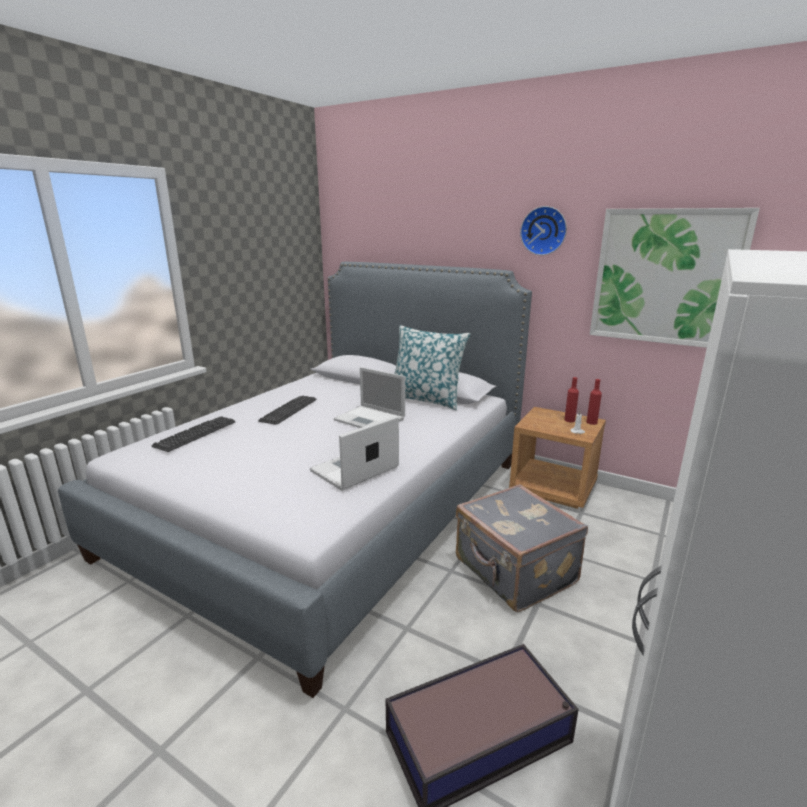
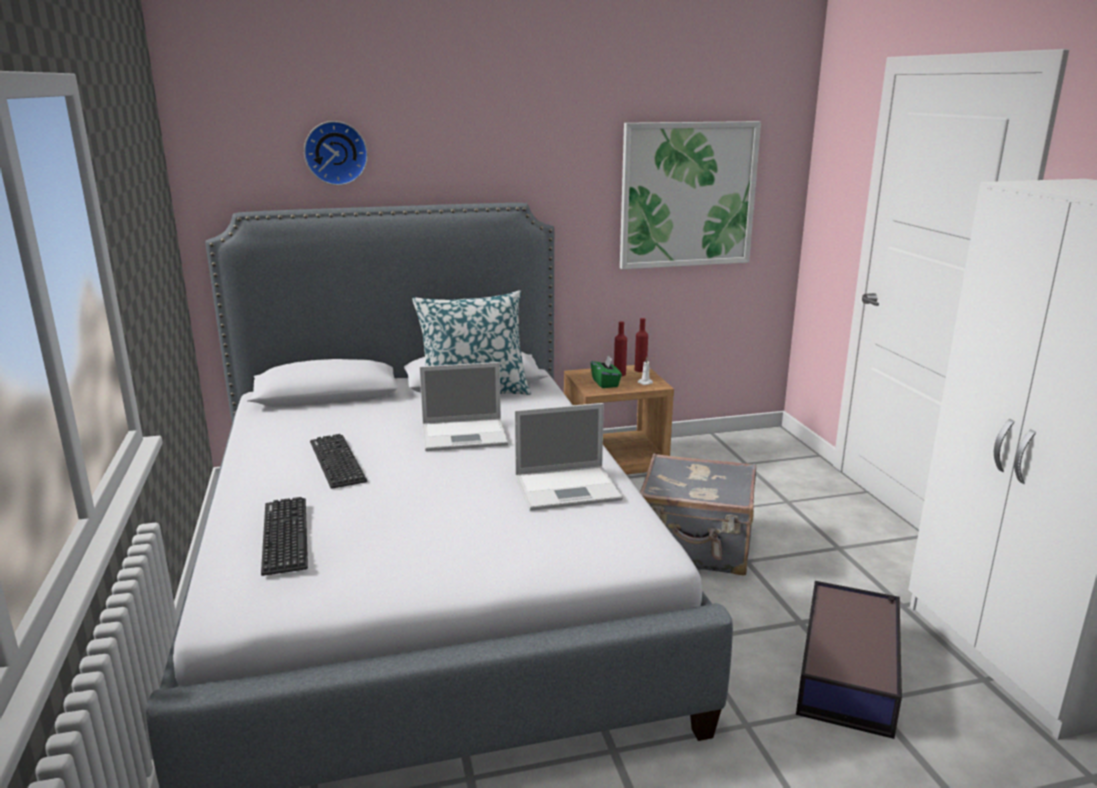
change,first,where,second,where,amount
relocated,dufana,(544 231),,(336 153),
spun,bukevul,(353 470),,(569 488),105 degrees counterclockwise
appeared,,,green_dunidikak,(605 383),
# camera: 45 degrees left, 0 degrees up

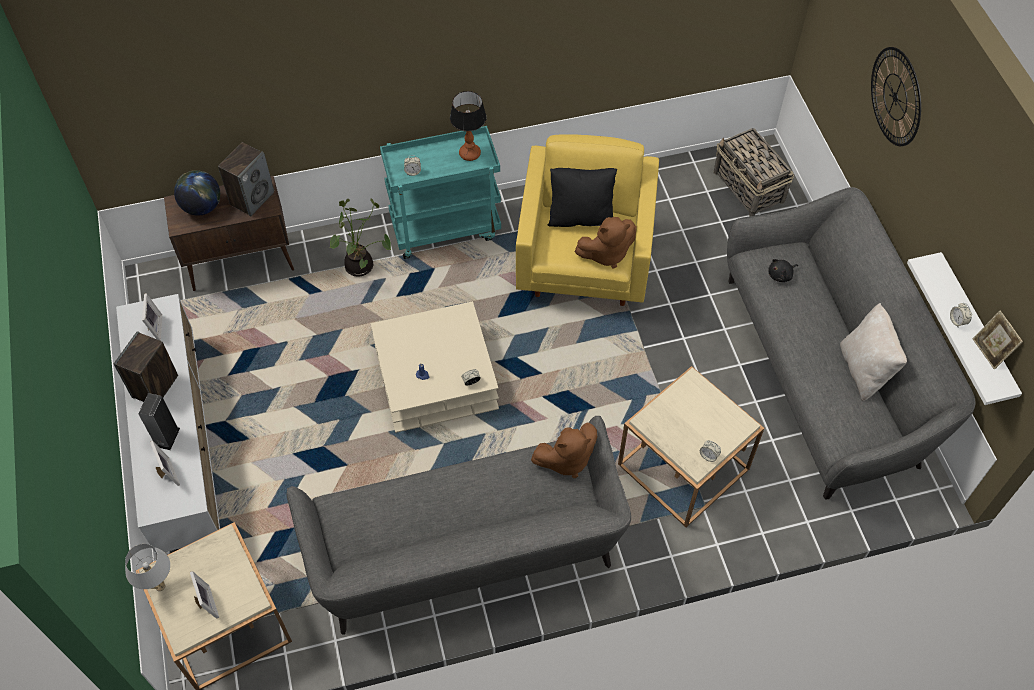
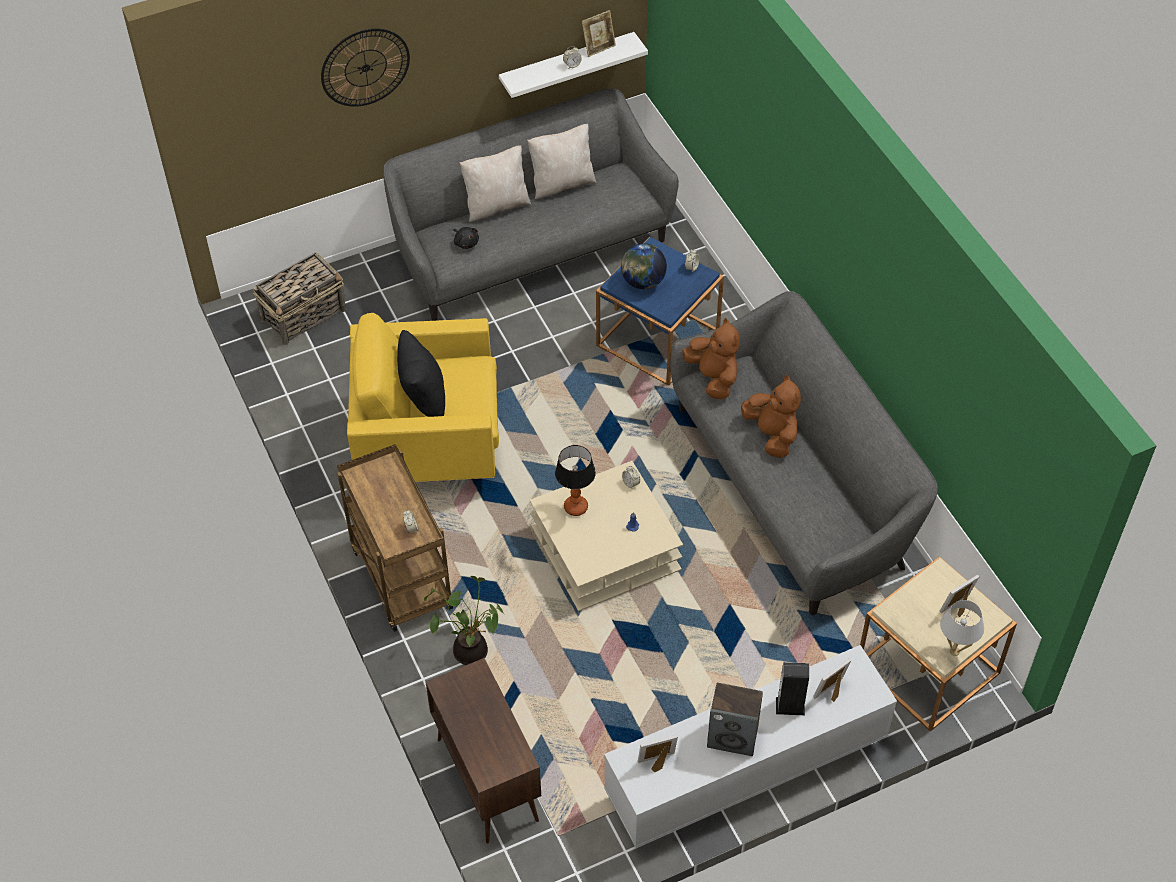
change,first,where,second,where,amount
colour,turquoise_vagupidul,(446 228),brown_vagupidul,(399 577),
appeared,,,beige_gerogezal,(496 205),
relocated,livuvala,(469 154),,(576 507),
colour,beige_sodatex,(683 467),blue_sodatex,(658 338),
relocated,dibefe,(202 207),,(643 282),
relocated,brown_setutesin,(606 253),,(772 434),
missing,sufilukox,(252 198),,,
# camera: 100 degrees left, 5 degrees down

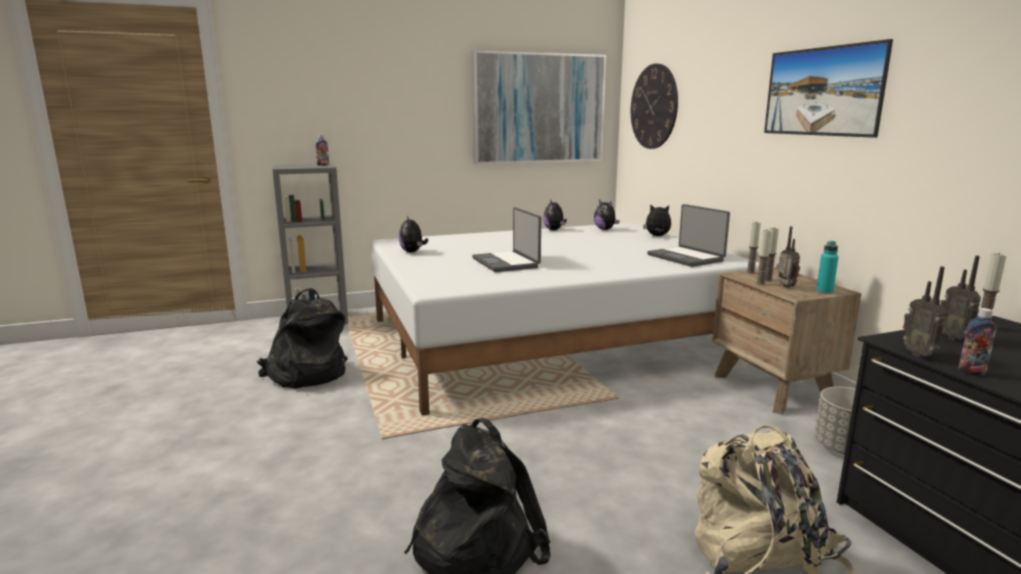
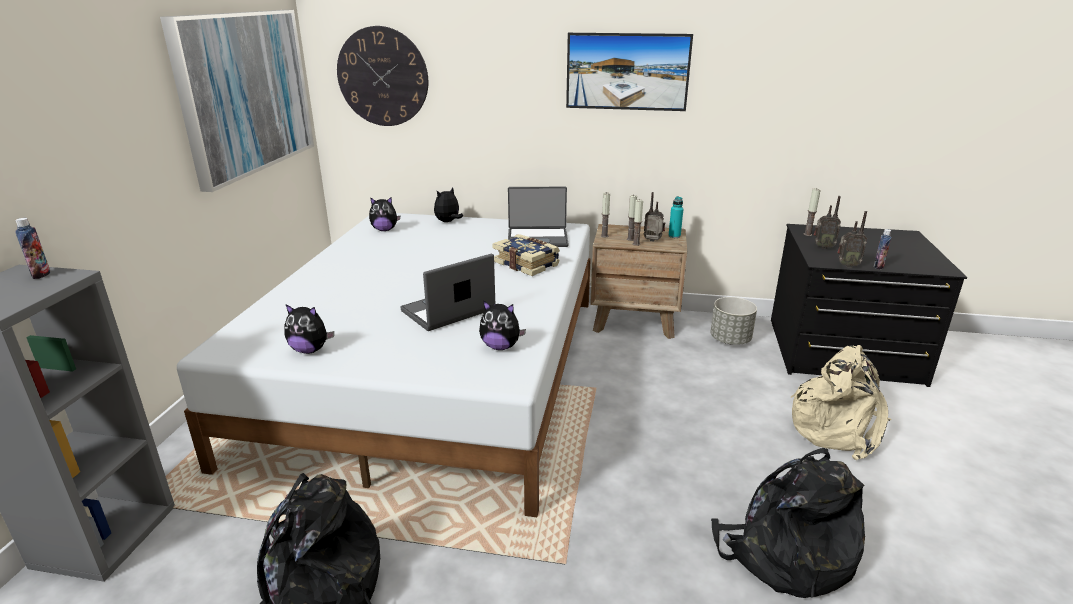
change,first,where,second,where,amount
spun,bukevul,(506 263),,(449 311),135 degrees clockwise
relocated,setutesin,(554 230),,(501 346),
appeared,,,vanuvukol,(527 264),
# camera: 60 degrees left, 10 degrees up

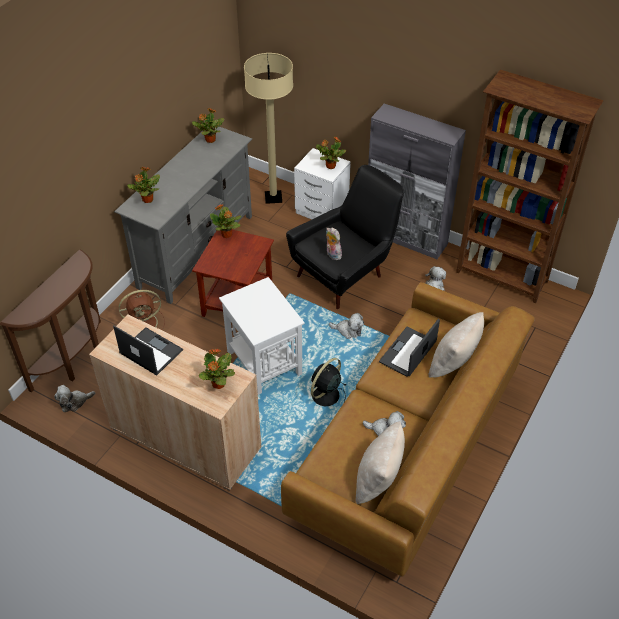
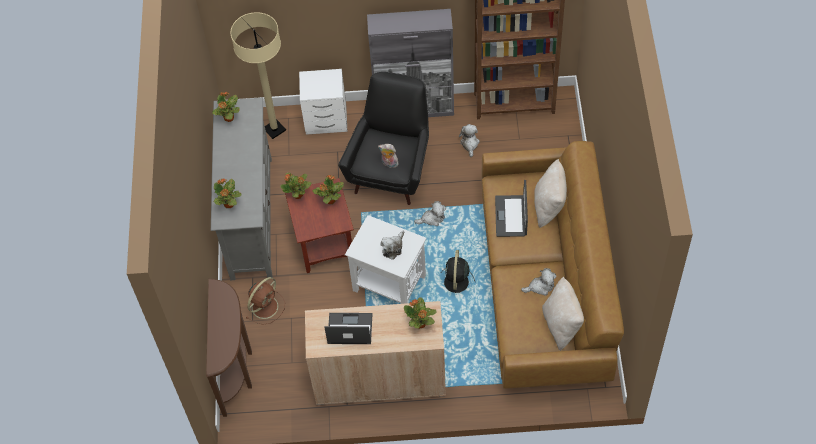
change,first,where,second,where,amount
relocated,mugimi,(330 166),,(330 200),
relocated,setutesin,(74 402),,(393 247),
# camera: 30 degrees left, 10 degrees up

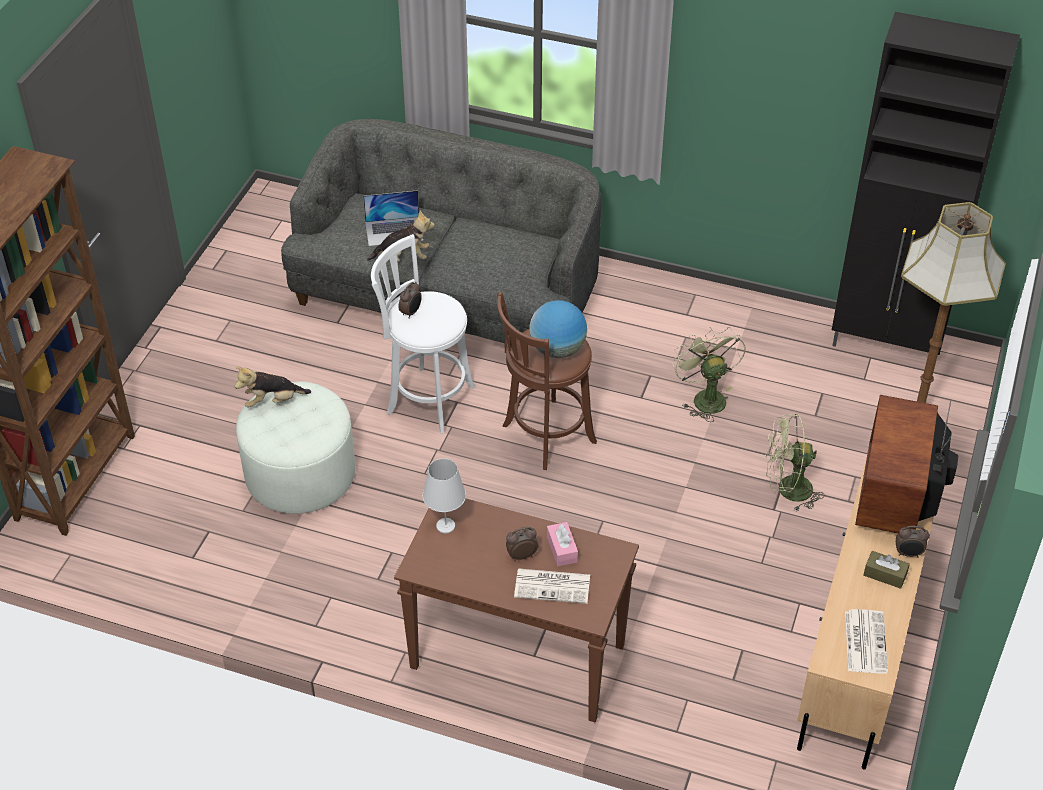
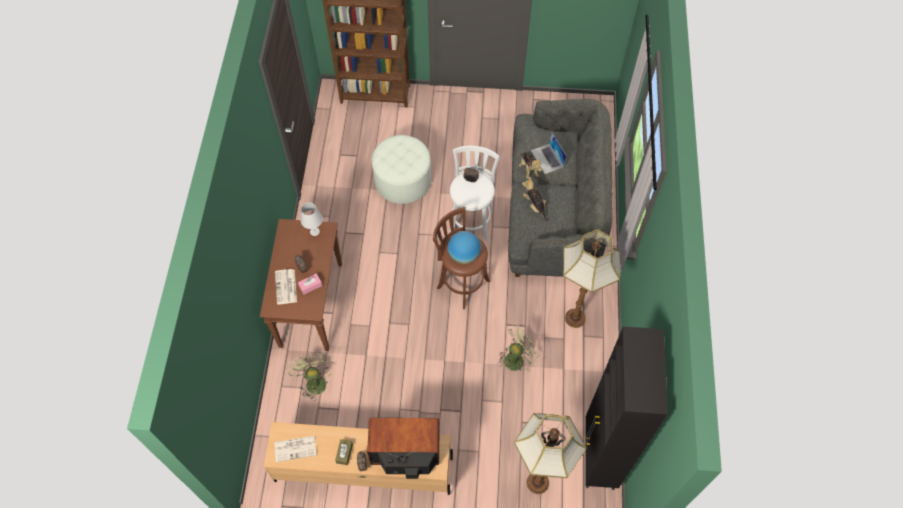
change,first,where,second,where,amount
relocated,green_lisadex,(787 490),,(314 381),
relocated,setutesin,(272 401),,(535 205),
appeared,,,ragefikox,(576 318),
# camera: 75 degrees right, 15 degrees up

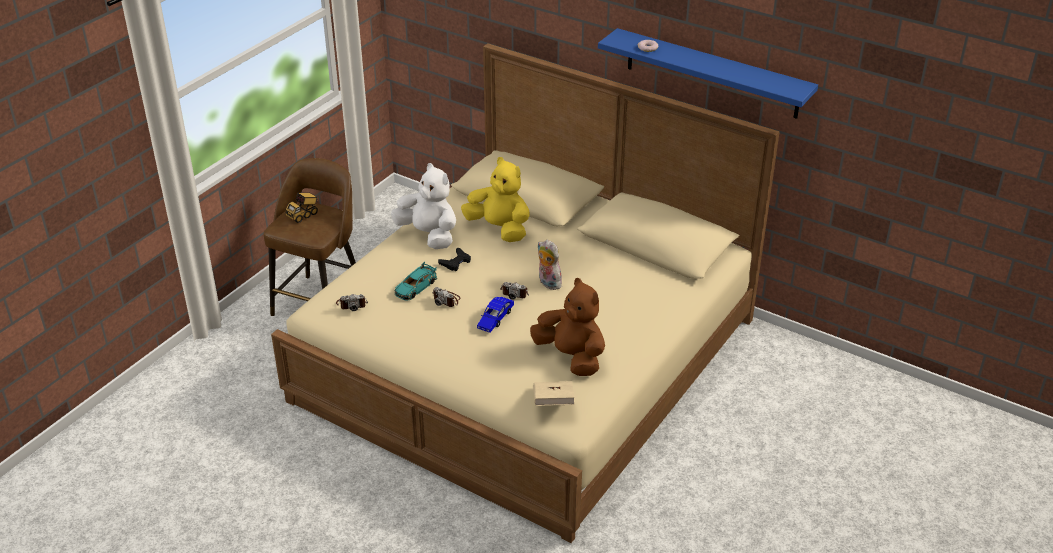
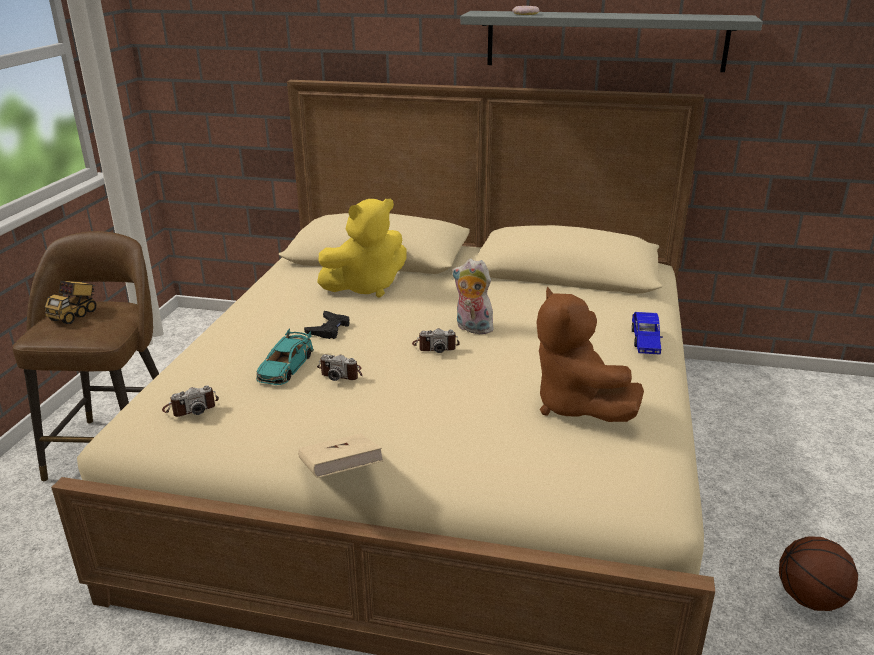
change,first,where,second,where,amount
relocated,beige_vanuvukol,(553 403),,(340 473),
spun,yellow_setutesin,(499 229),,(366 287),135 degrees clockwise
colour,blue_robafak,(712 73),grey_robafak,(605 41),
spun,brown_setutesin,(571 357),,(576 406),135 degrees counterclockwise
relocated,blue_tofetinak,(495 319),,(645 341),
appeared,,,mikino,(810 598),
missing,white_setutesin,(429 235),,,
# camera: 20 degrees left, 10 degrees down

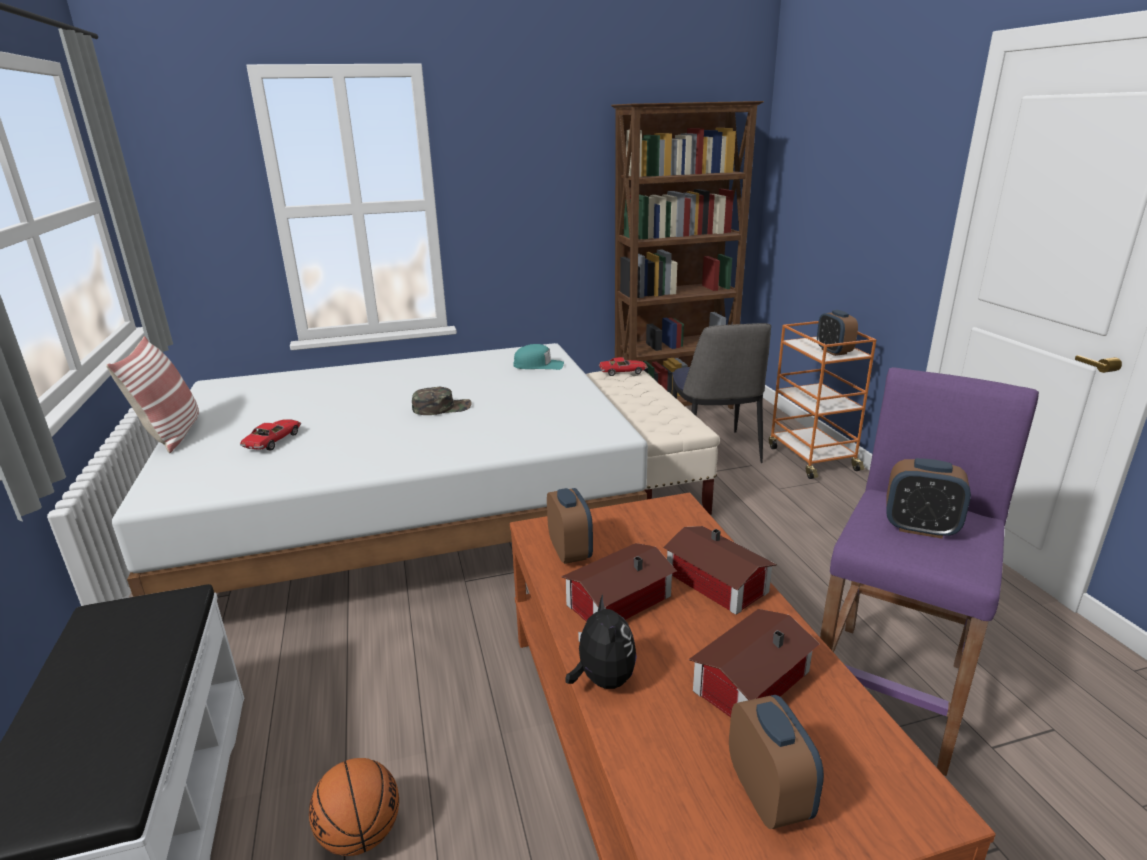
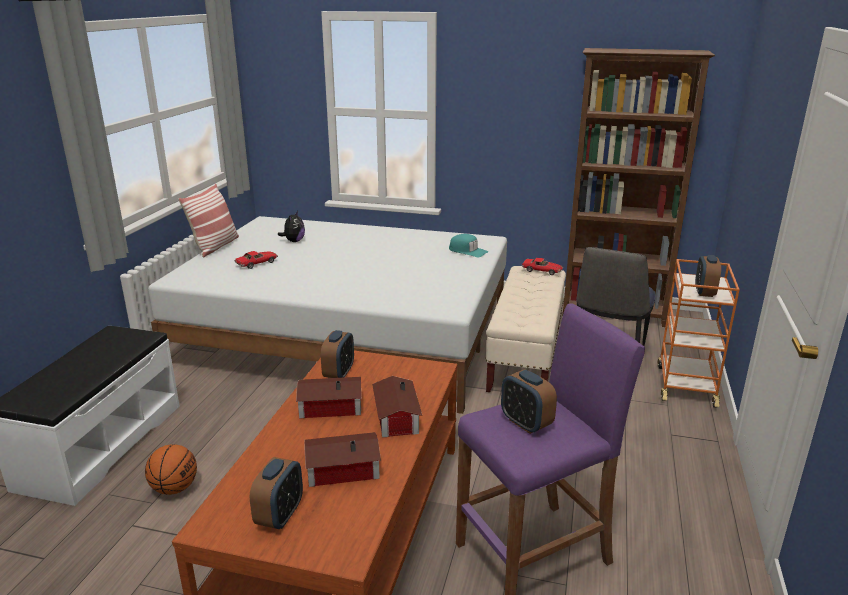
change,first,where,second,where,amount
relocated,setutesin,(602 679),,(294 241),
missing,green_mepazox,(442 407),,,
# camera: 30 degrees right, 0 degrees up

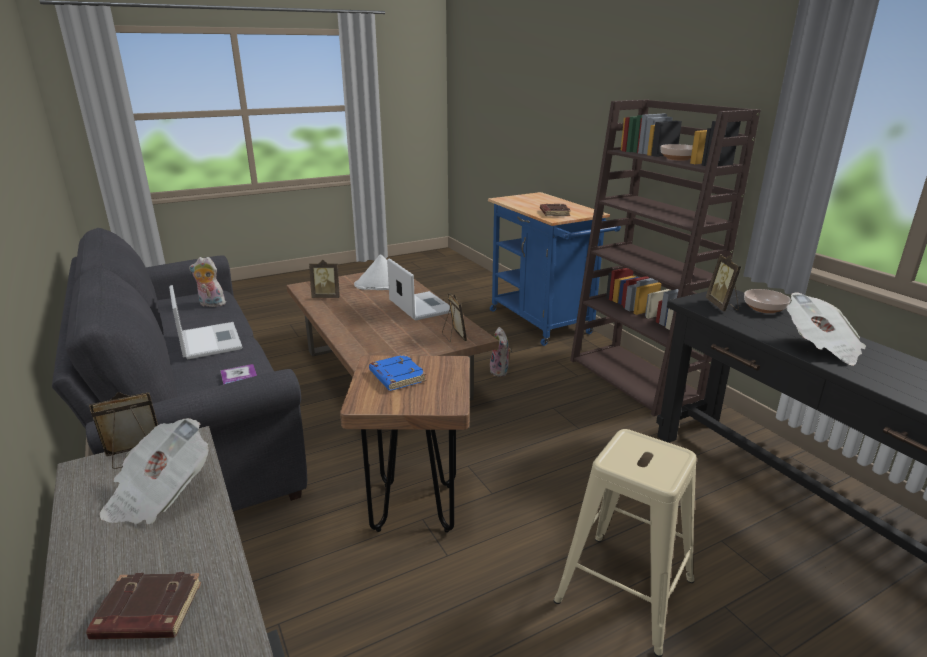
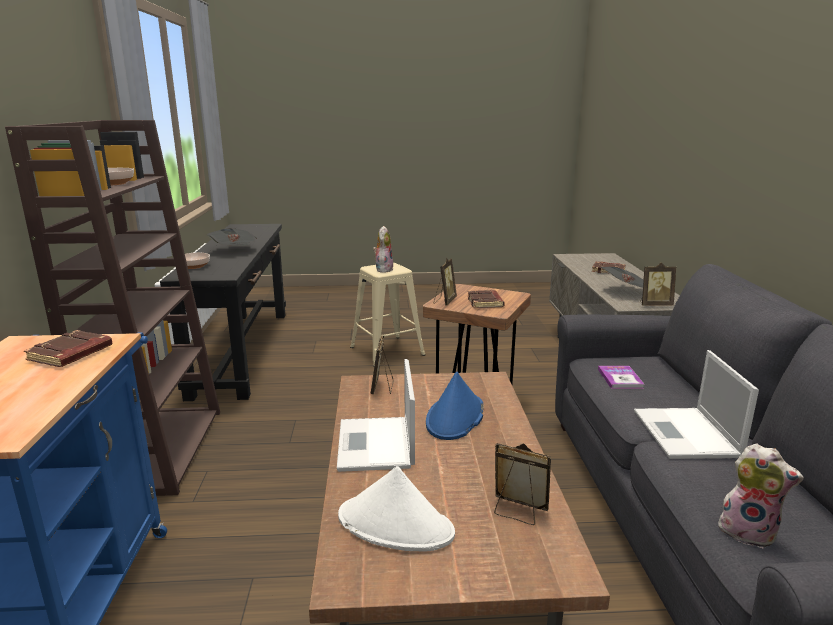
change,first,where,second,where,amount
relocated,setutesin,(500 371),,(383 269),
appeared,,,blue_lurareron,(455 417),
relocated,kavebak,(722 306),,(444 301),
colour,blue_vanuvukol,(396 376),brown_vanuvukol,(486 302),
# camera: 155 degrees left, 5 degrees down

